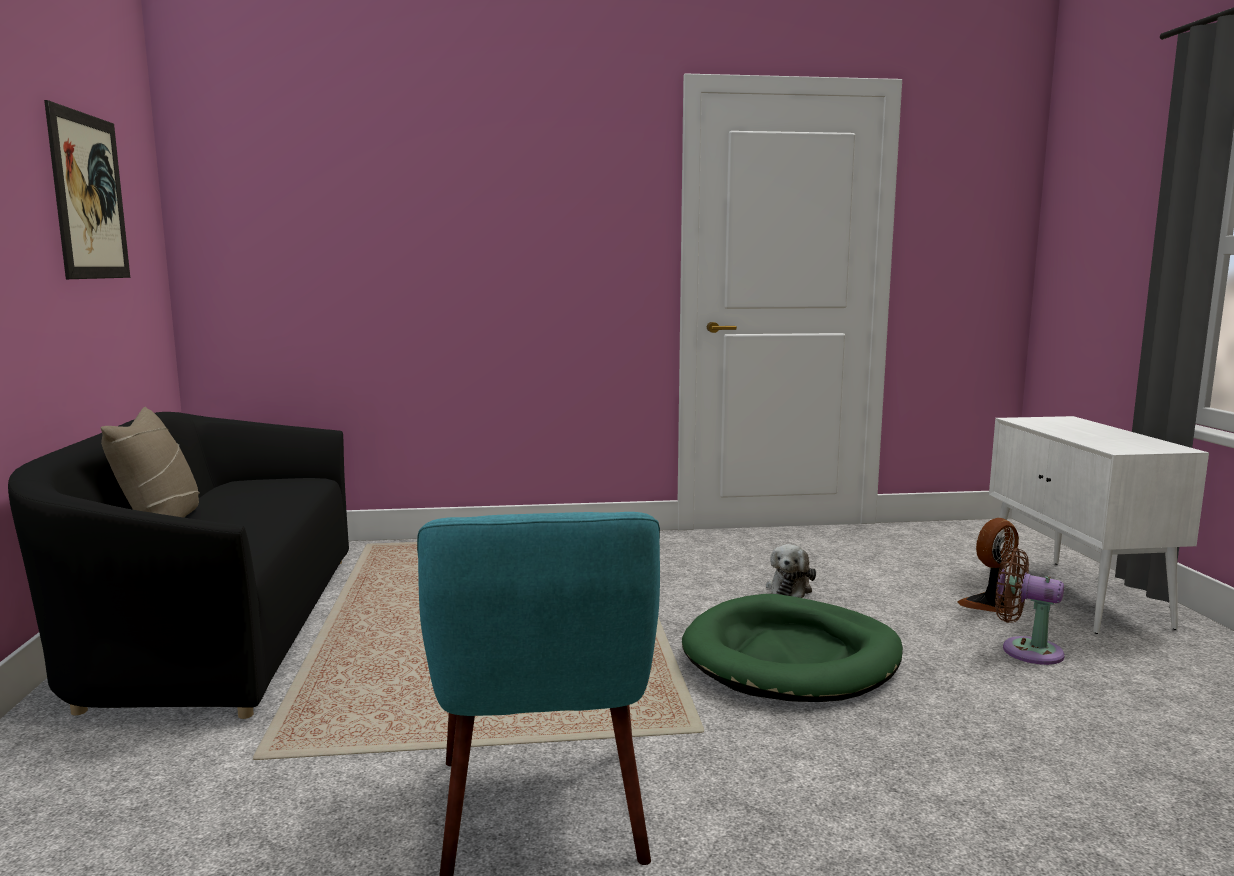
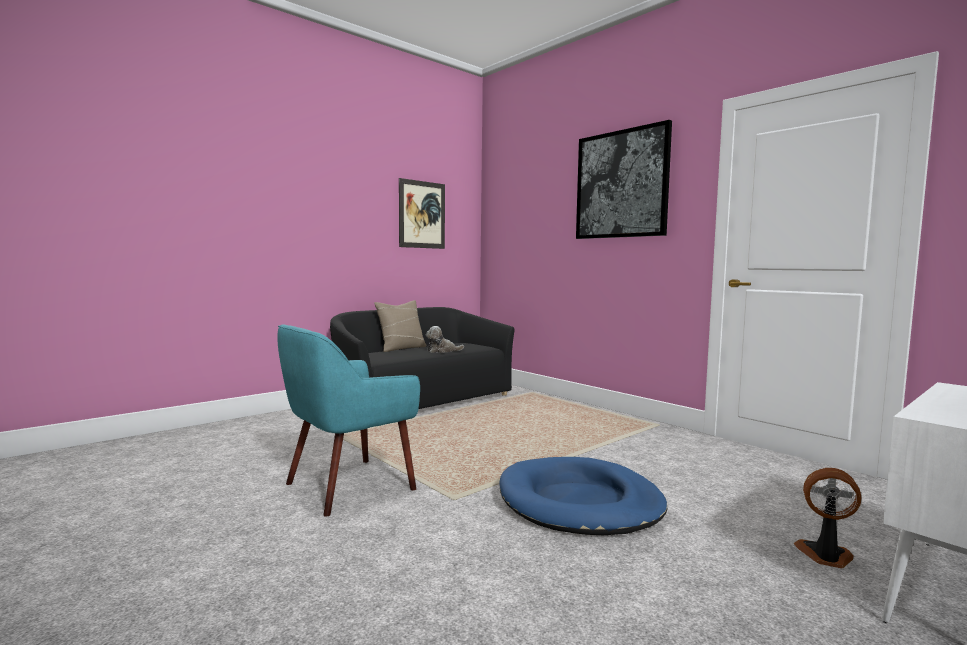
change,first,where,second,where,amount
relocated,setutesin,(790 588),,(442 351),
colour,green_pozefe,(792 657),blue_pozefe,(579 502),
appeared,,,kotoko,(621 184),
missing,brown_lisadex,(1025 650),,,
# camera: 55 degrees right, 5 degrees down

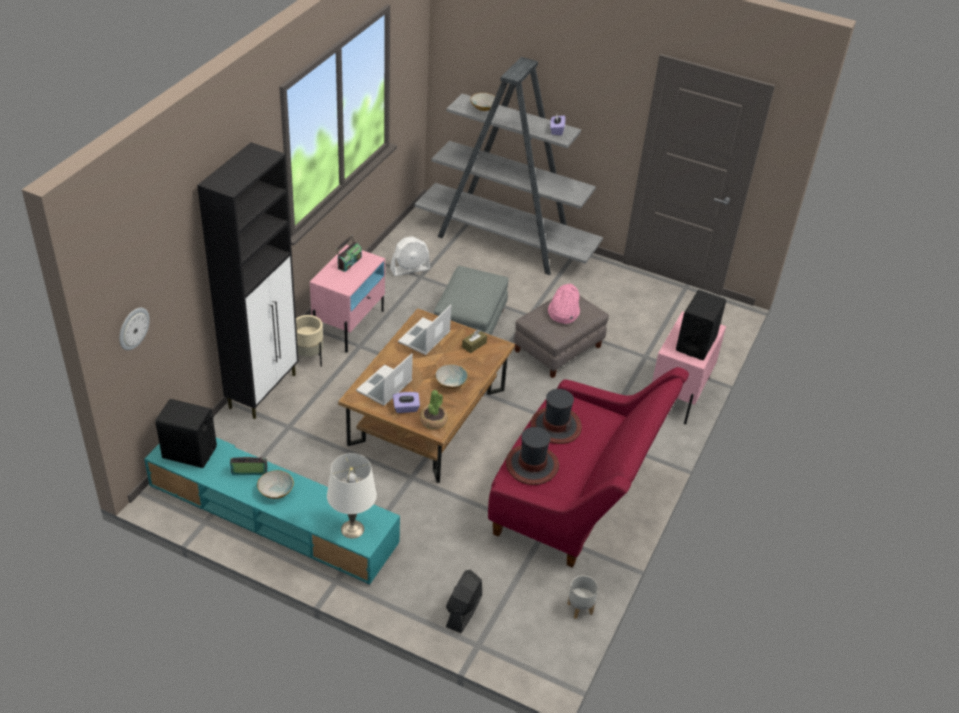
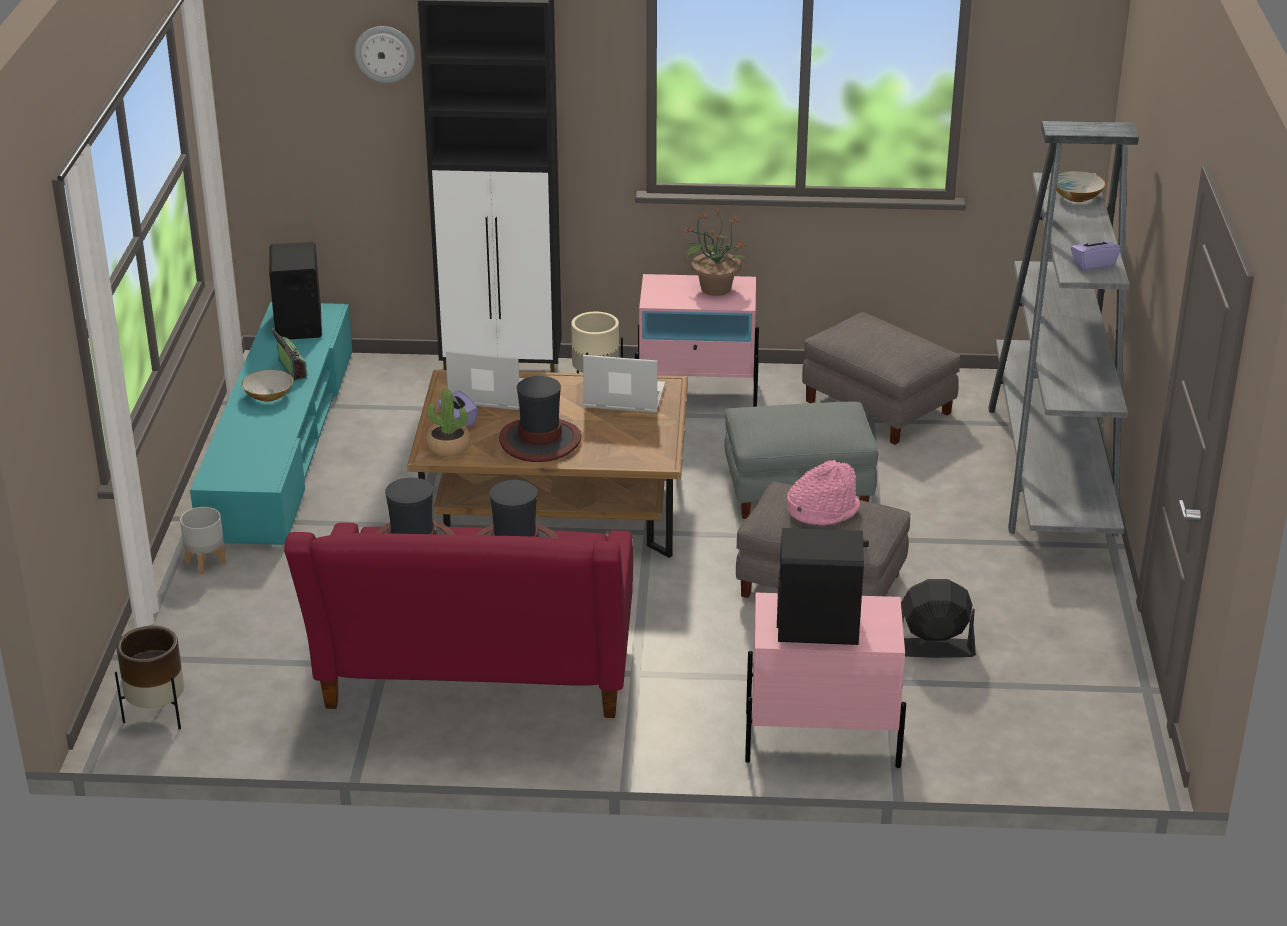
change,first,where,second,where,amount
appeared,,,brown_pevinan,(157 715),
relocated,grey_pevinan,(580 609),,(205 563),
relocated,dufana,(133 328),,(385 53),
exchanged,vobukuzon,(451 383),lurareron,(540 440),
exchanged,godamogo,(349 262),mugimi,(715 288),
exchanged,white_lisadex,(410 269),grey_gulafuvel,(879 407),
relocated,black_lisadex,(463 611),,(933 648),
missing,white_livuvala,(352 529),,,
missing,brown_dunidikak,(474 345),,,
# camera: 70 degrees right, 10 degrees down

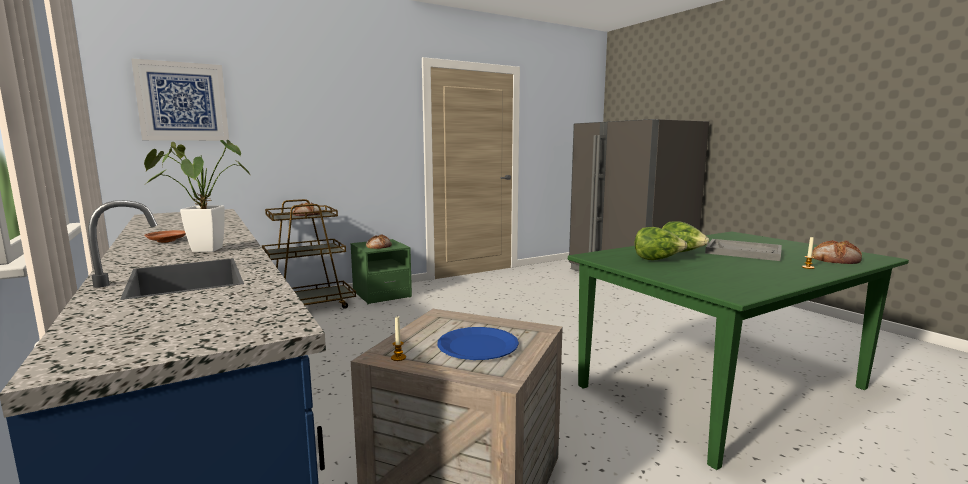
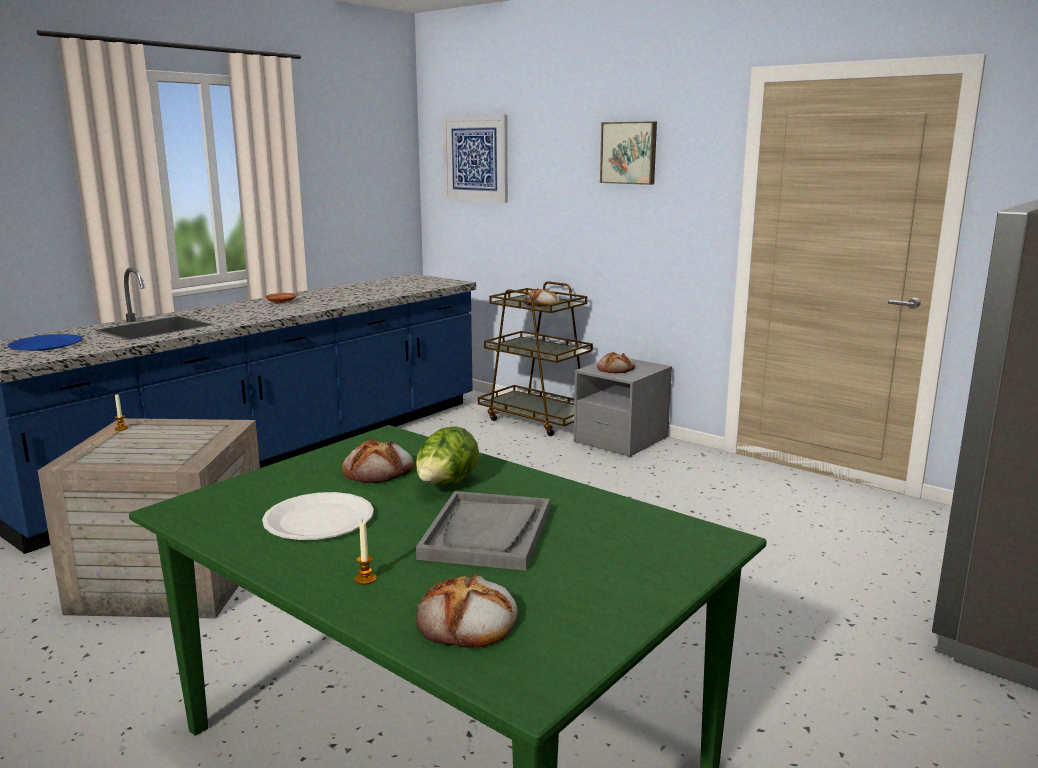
change,first,where,second,where,amount
relocated,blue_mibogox,(478 346),,(46 345),
appeared,,,white_mibogox,(318 519),
exchanged,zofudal,(657 260),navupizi,(379 470),
colour,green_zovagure,(381 294),grey_zovagure,(621 440),
appeared,,,kotoko,(629 153),
missing,mugimi,(200 250),,,
# camera: 70 degrees right, 5 degrees up

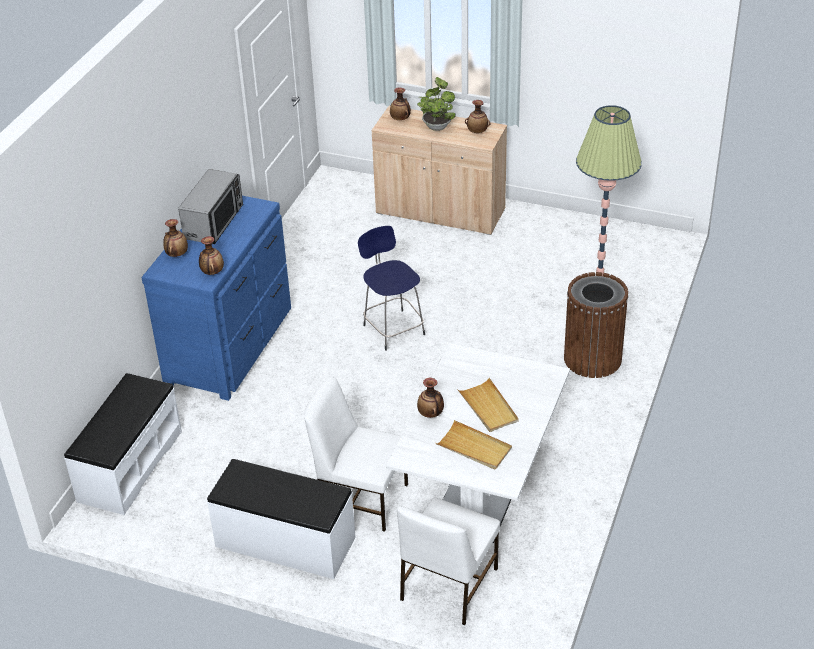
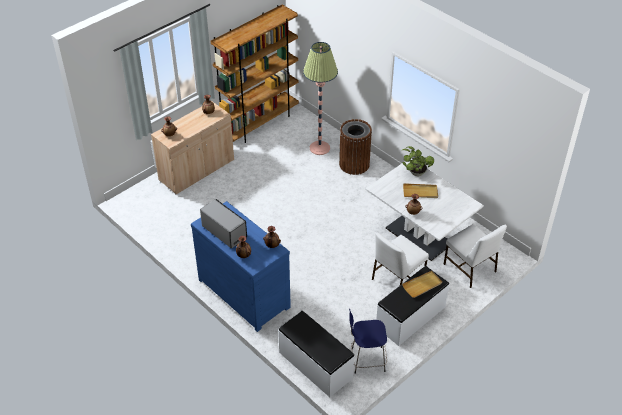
change,first,where,second,where,amount
appeared,,,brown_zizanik,(260 123),
relocated,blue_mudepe,(393 328),,(366 360),
relocated,mugimi,(437 126),,(415 172),
relocated,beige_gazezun,(474 448),,(422 285),
# camera: 65 degrees left, 5 degrees up

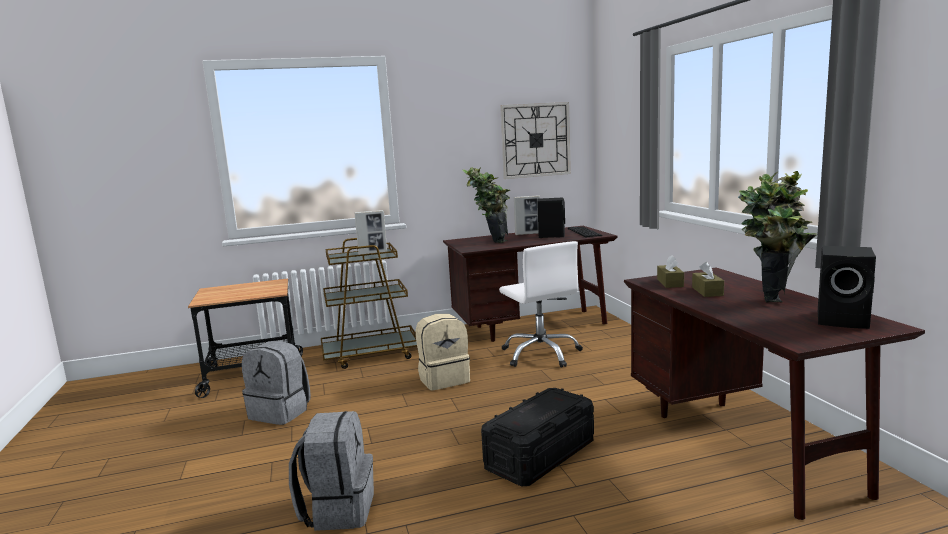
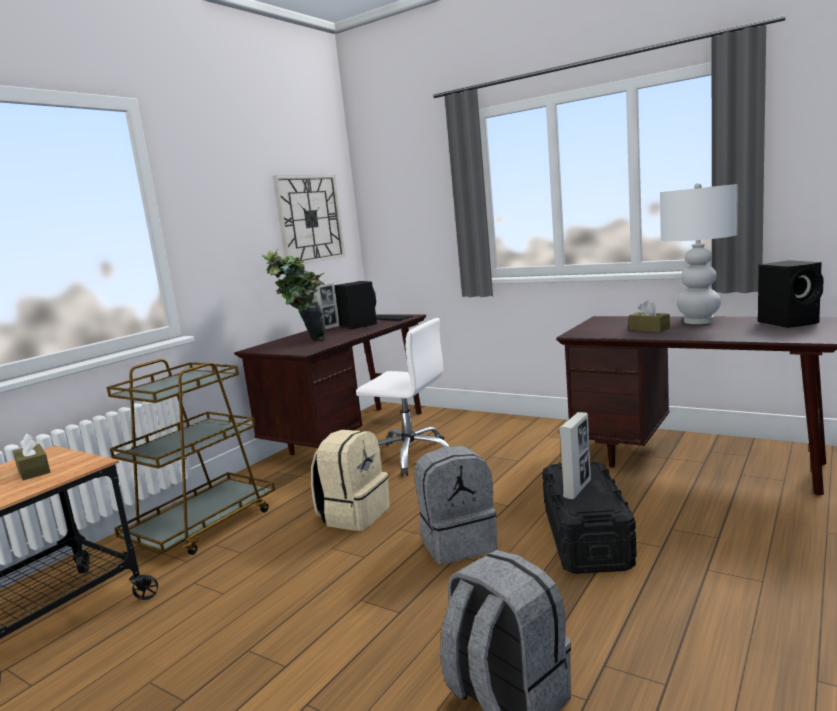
change,first,where,second,where,amount
relocated,brown_dunidikak,(670 283),,(33 470),
relocated,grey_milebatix,(281 412),,(458 543),
relocated,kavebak,(373 253),,(577 489),
exchanged,mugimi,(773 295),white_livuvala,(699 321),
# camera: 40 degrees left, 0 degrees up

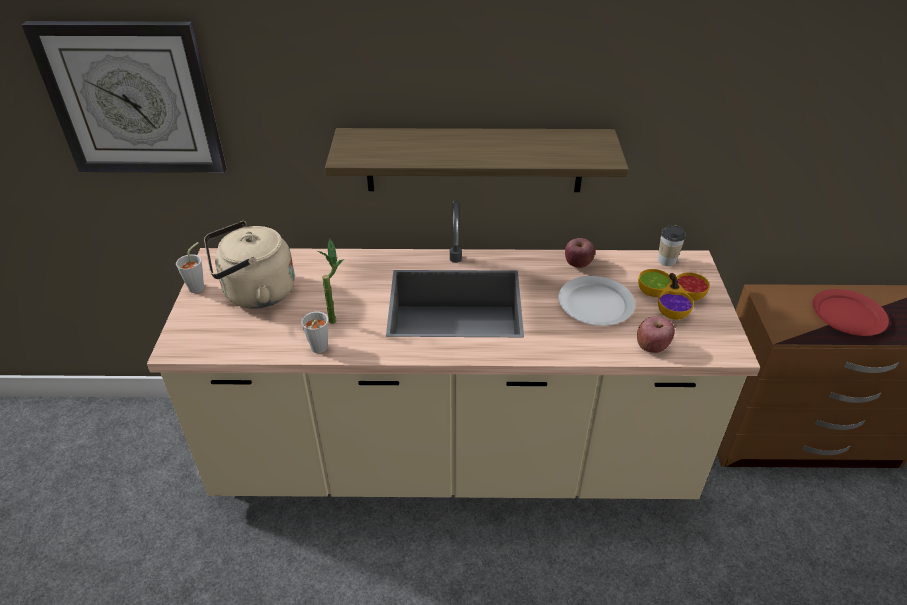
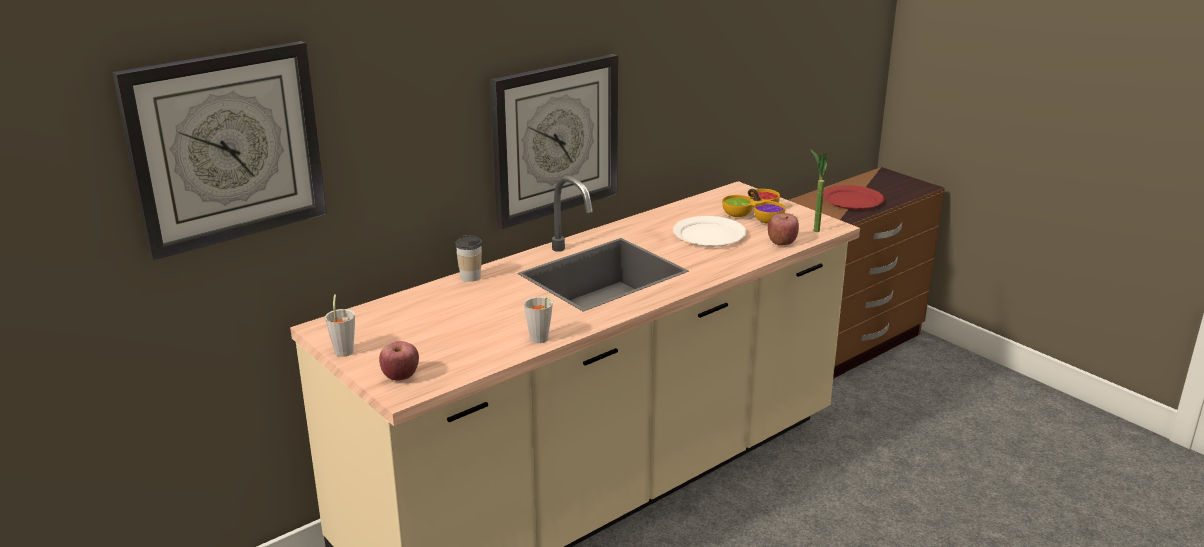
change,first,where,second,where,amount
relocated,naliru,(578 264),,(400 377),
relocated,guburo,(667 260),,(470 277),
exchanged,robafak,(474 160),dufana,(555 139),
relocated,mugimi,(336 317),,(813 228),
missing,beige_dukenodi,(255 293),,,
# camera: 40 degrees left, 15 degrees down

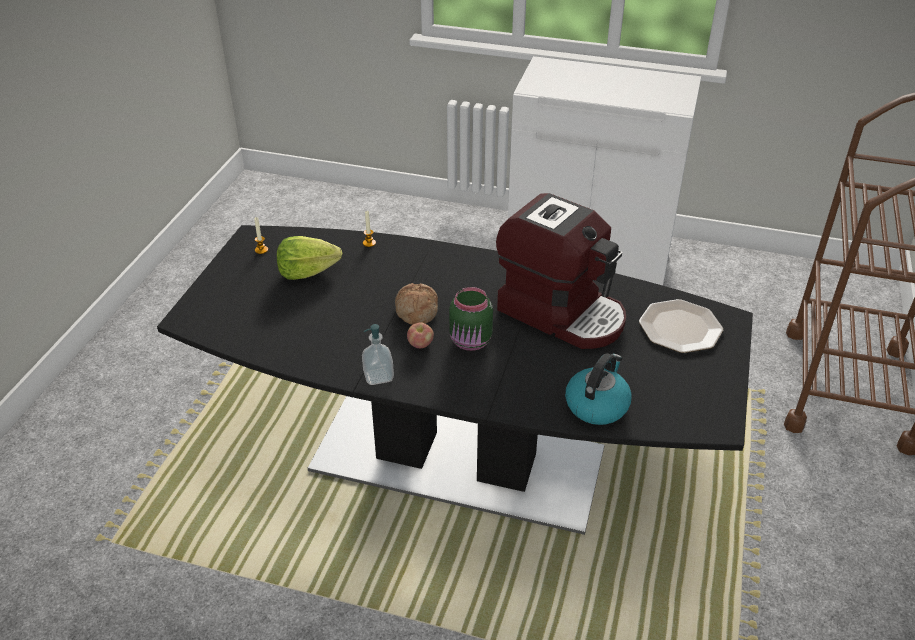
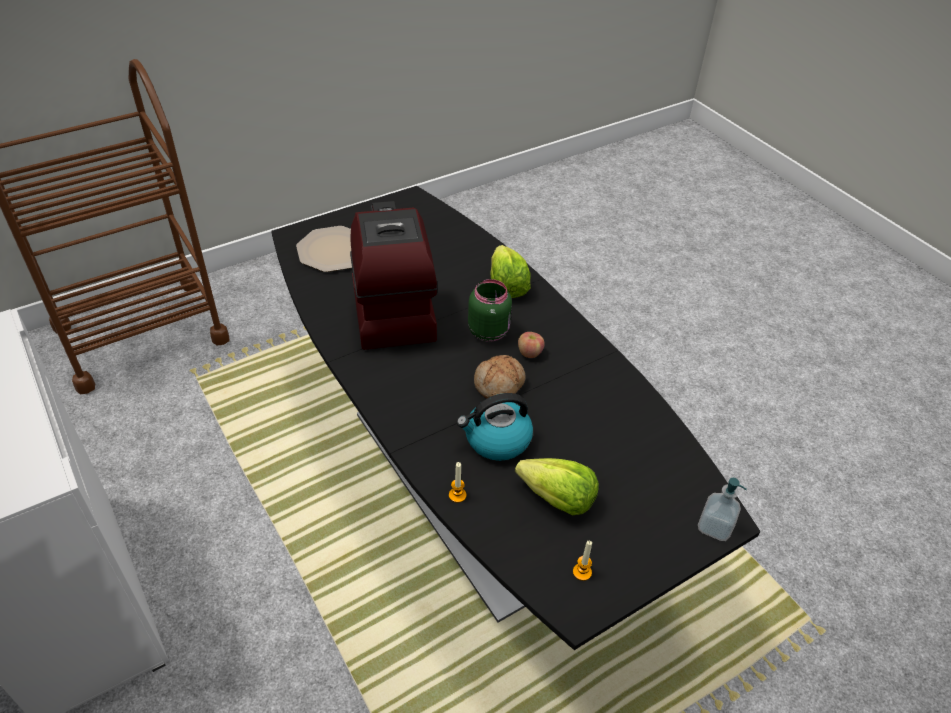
change,first,where,second,where,amount
relocated,dukenodi,(597 405),,(496 440),
appeared,,,zofudal,(507 285),
relocated,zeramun,(378 376),,(714 527),
# camera: 140 degrees left, 5 degrees up

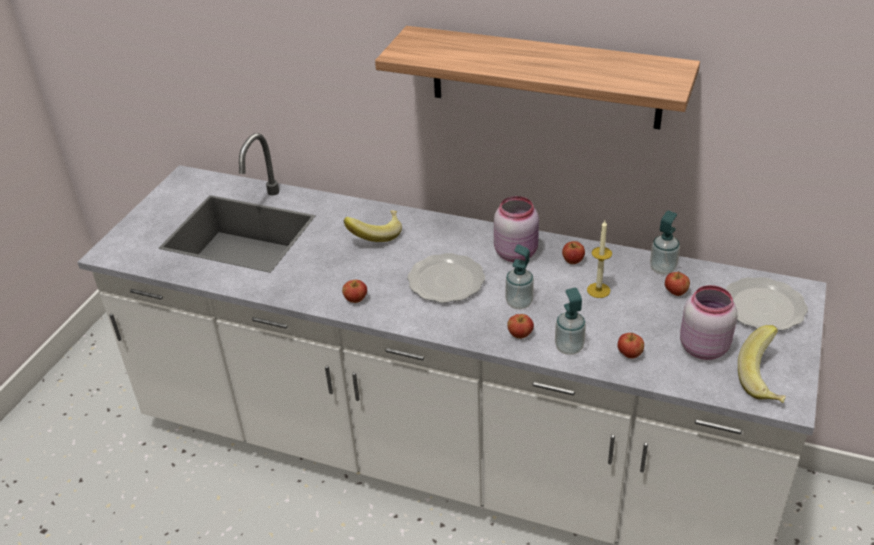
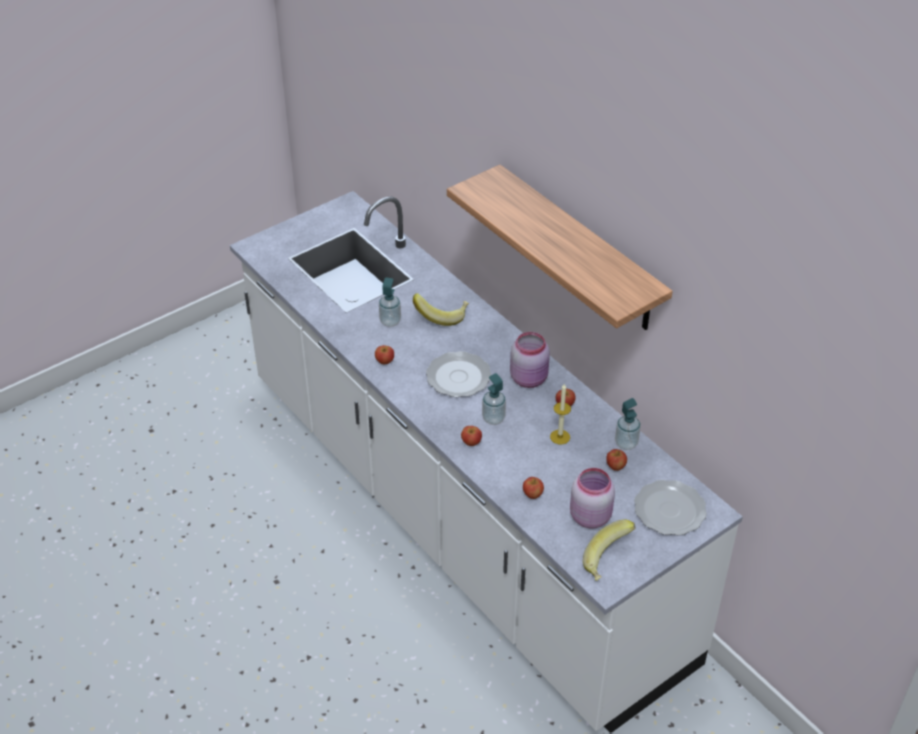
change,first,where,second,where,amount
relocated,zeramun,(569 347),,(390 321),
# camera: 30 degrees right, 5 degrees up

